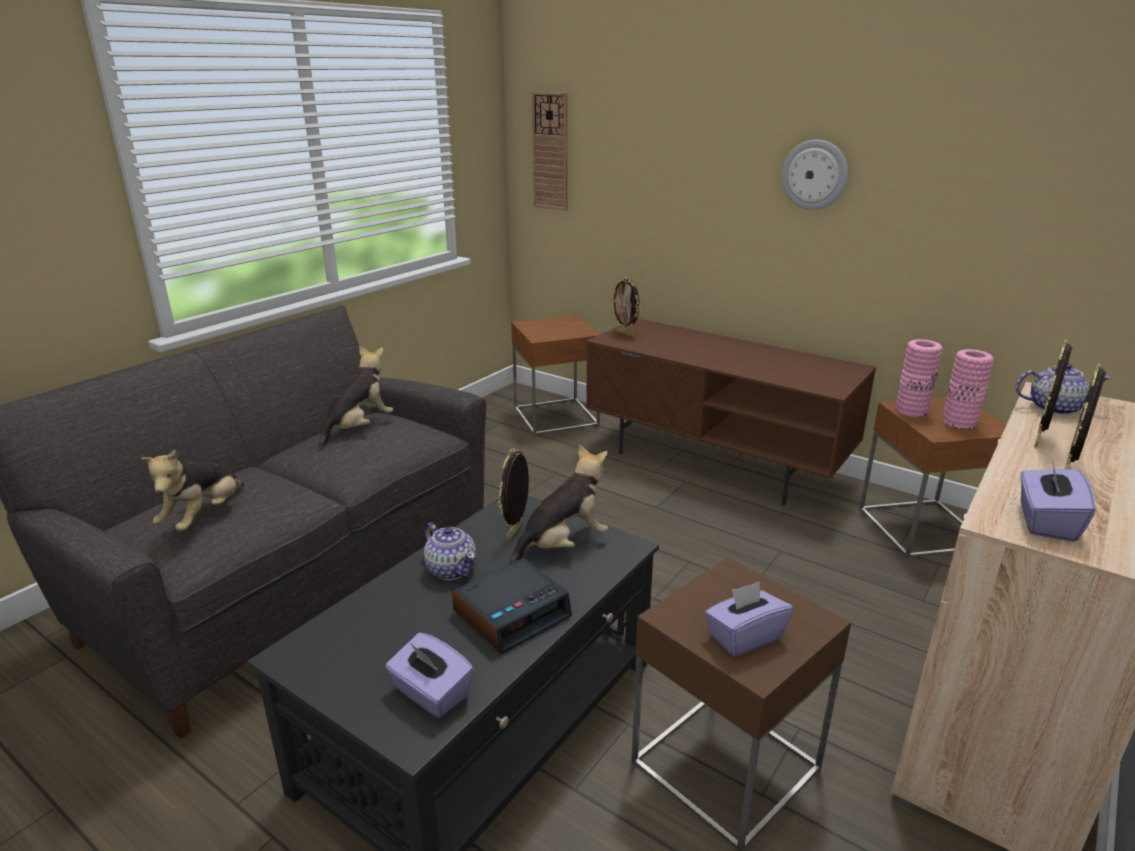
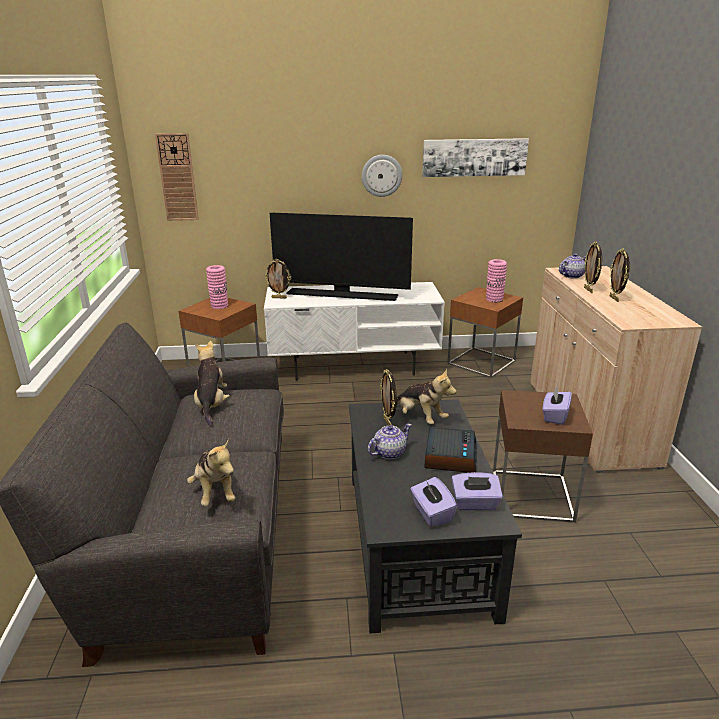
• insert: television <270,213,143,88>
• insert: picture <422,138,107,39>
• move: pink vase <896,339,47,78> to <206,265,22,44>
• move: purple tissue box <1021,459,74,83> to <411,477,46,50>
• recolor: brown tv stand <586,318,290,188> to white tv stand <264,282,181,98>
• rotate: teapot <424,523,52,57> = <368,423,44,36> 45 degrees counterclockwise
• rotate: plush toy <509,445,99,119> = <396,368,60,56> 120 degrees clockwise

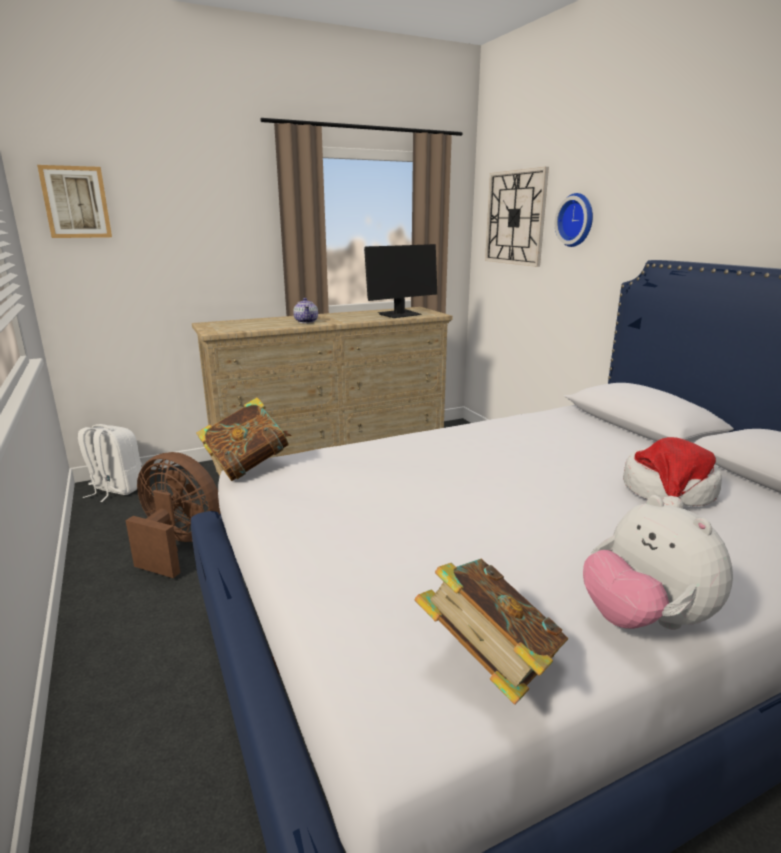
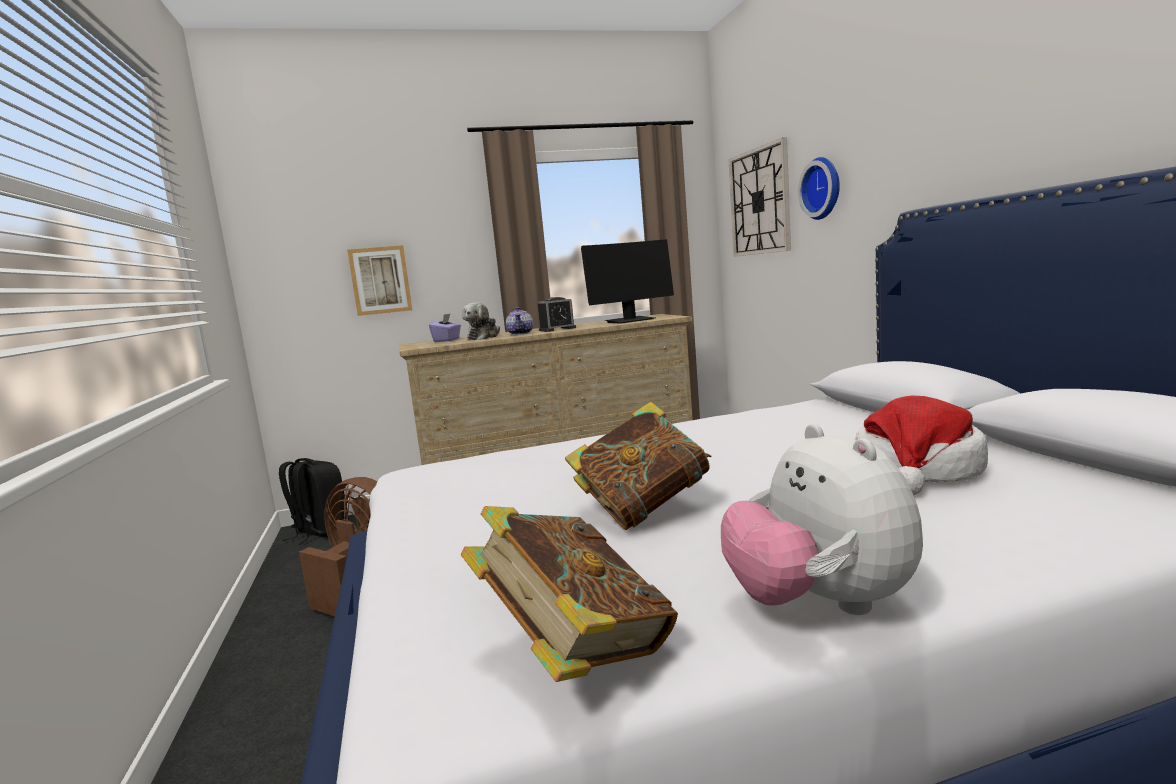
• insert: purple tissue box <429,314,32,28>
• insert: plush toy <462,302,38,38>
• insert: alarm clock <538,297,38,35>
• move: picture <37,165,75,73> to <347,245,65,71>
• move: book <196,397,96,84> to <565,402,146,128>
• recolor: white backpack <78,424,64,78> to black backpack <279,458,70,87>

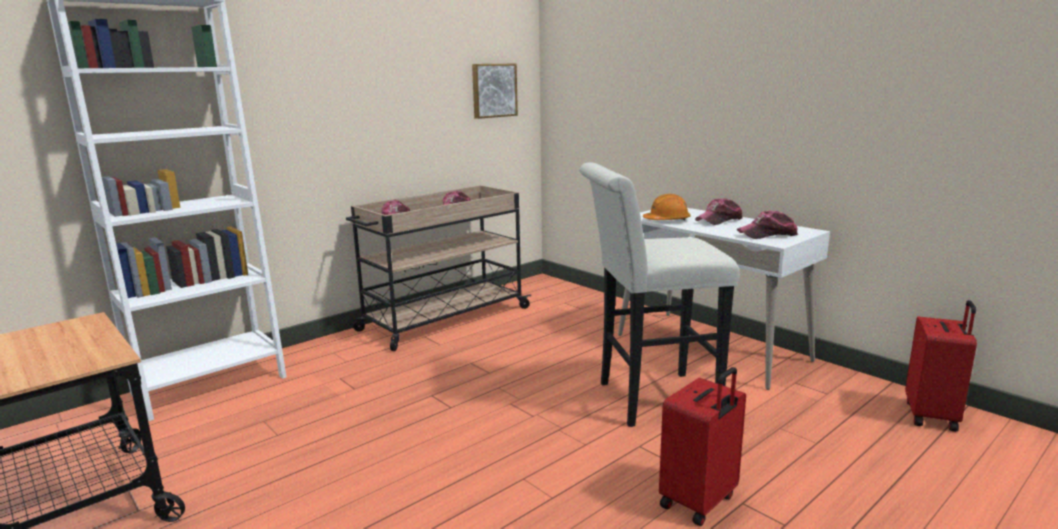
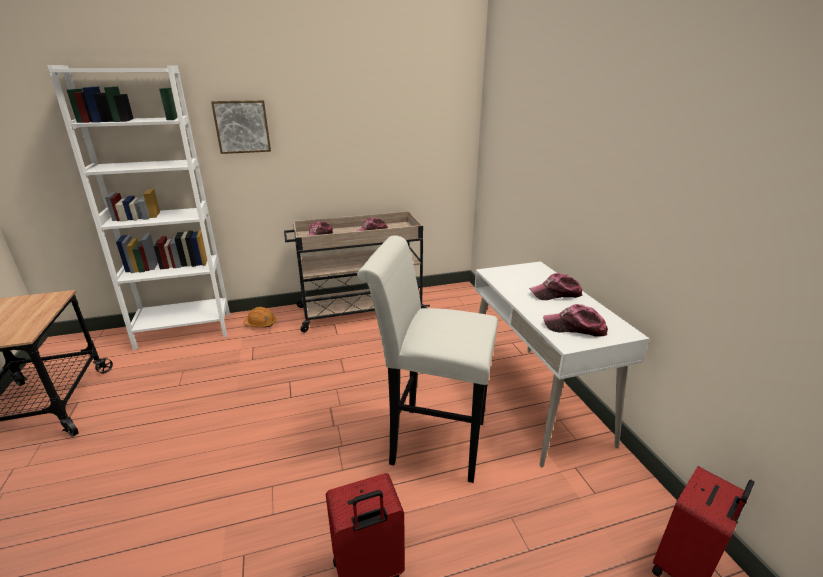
• move: picture <472,64,46,55> to <211,100,60,54>
• move: orange hard hat <643,194,48,26> to <243,307,33,20>

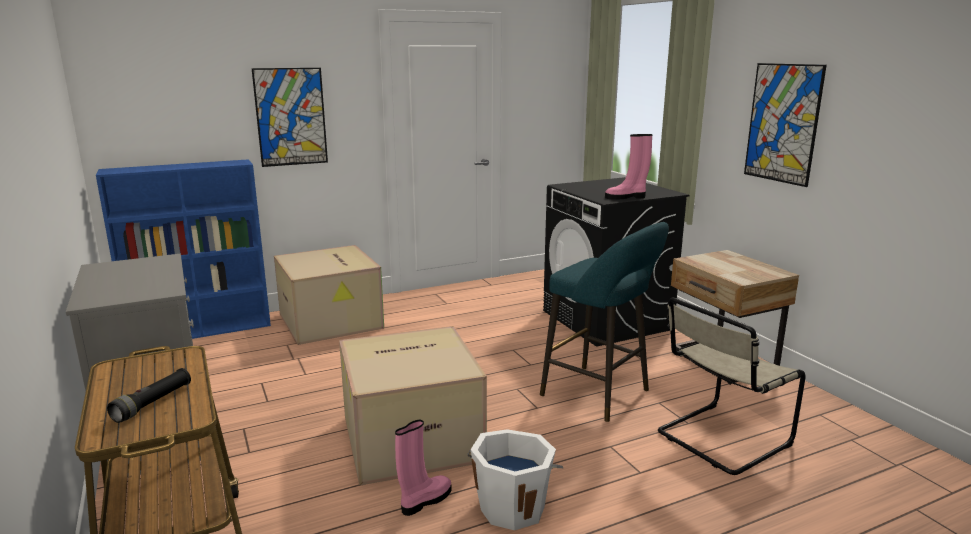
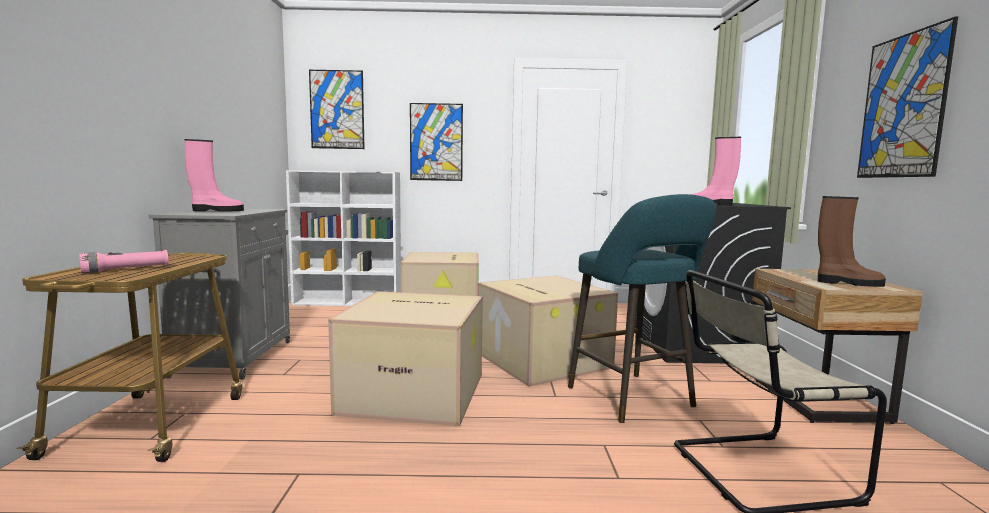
• delete: white bucket <468,429,95,101>
• insert: picture <309,70,56,79>
• insert: cardboard box <478,276,140,111>
• insert: brown boot <817,196,69,91>
• move: pink boot <395,420,56,96> to <184,139,60,72>
• recolor: blue bookcase <96,159,175,180> to white bookcase <286,170,115,136>
• recolor: black flashlight <107,368,84,55> to pink flashlight <79,250,90,23>

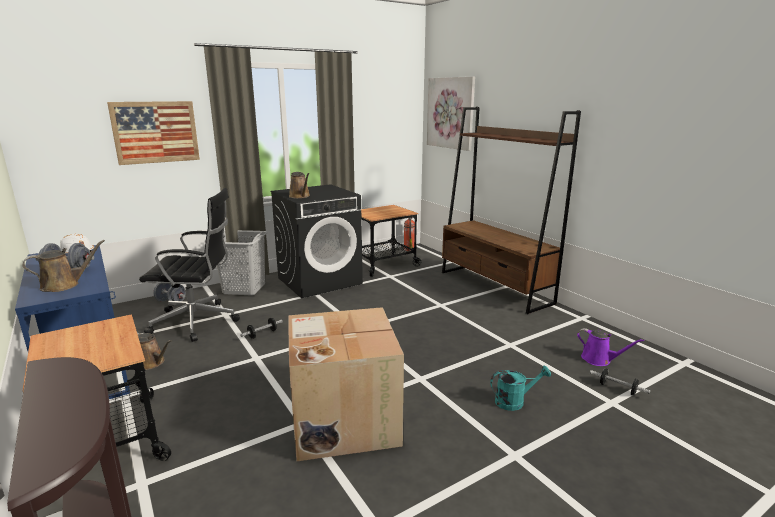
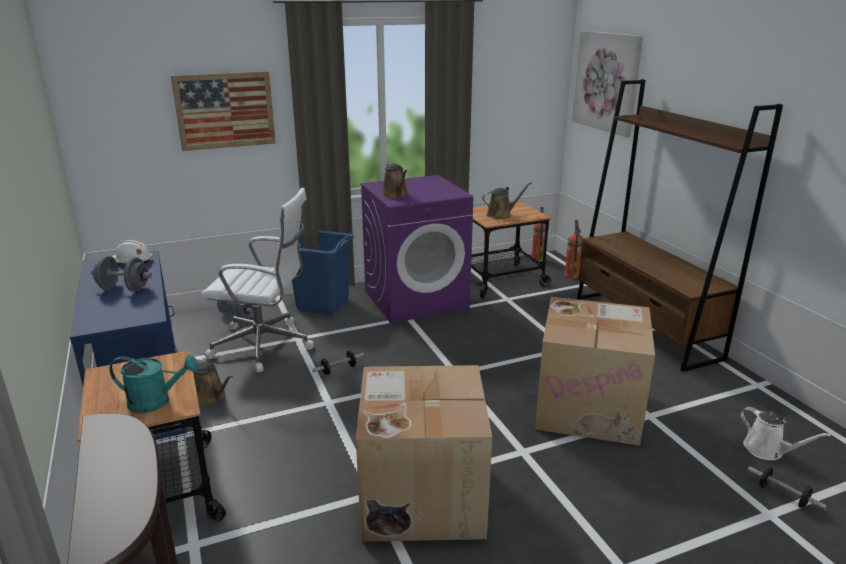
• insert: cardboard box <535,297,120,149>
• insert: fire extinguisher <565,220,18,58>
• move: brown watering can <23,240,82,52> to <482,182,50,37>
• move: turquoise watering can <490,365,61,46> to <110,355,89,58>
• recolor: black office chair <139,188,101,154> to white office chair <201,188,113,185>
• recolor: grey laundry basket <217,230,51,66> to blue laundry basket <292,231,62,83>
• recolor: black washing machine <271,184,92,115> to purple washing machine <360,175,113,148>
• recolor: purple watering can <577,328,67,38> to white watering can <740,407,91,53>

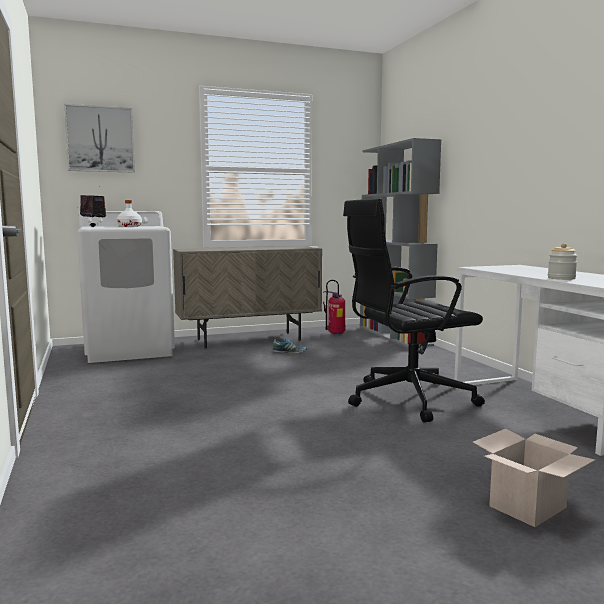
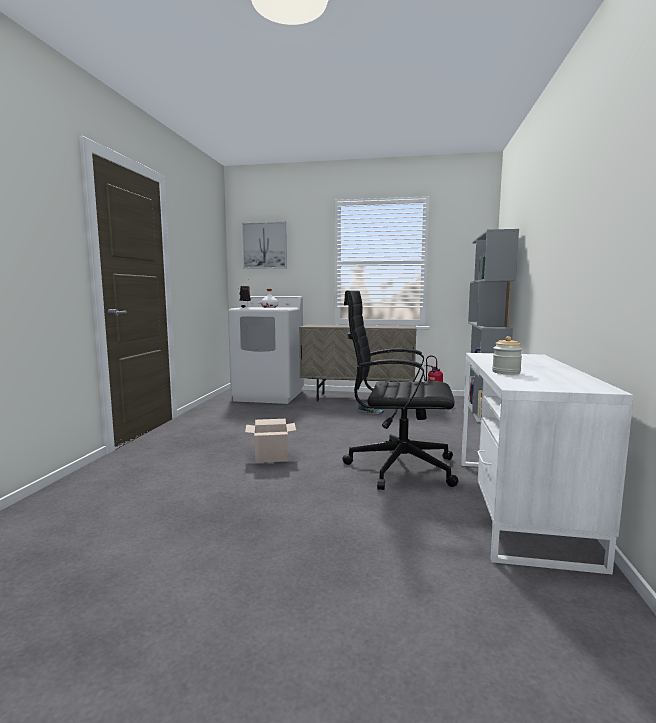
• move: cardboard box <473,429,122,98> to <245,419,51,44>

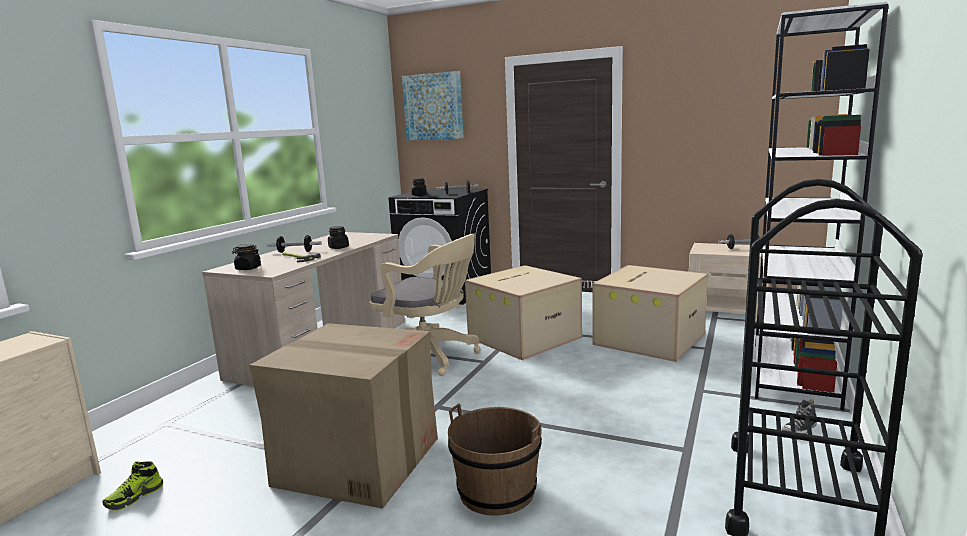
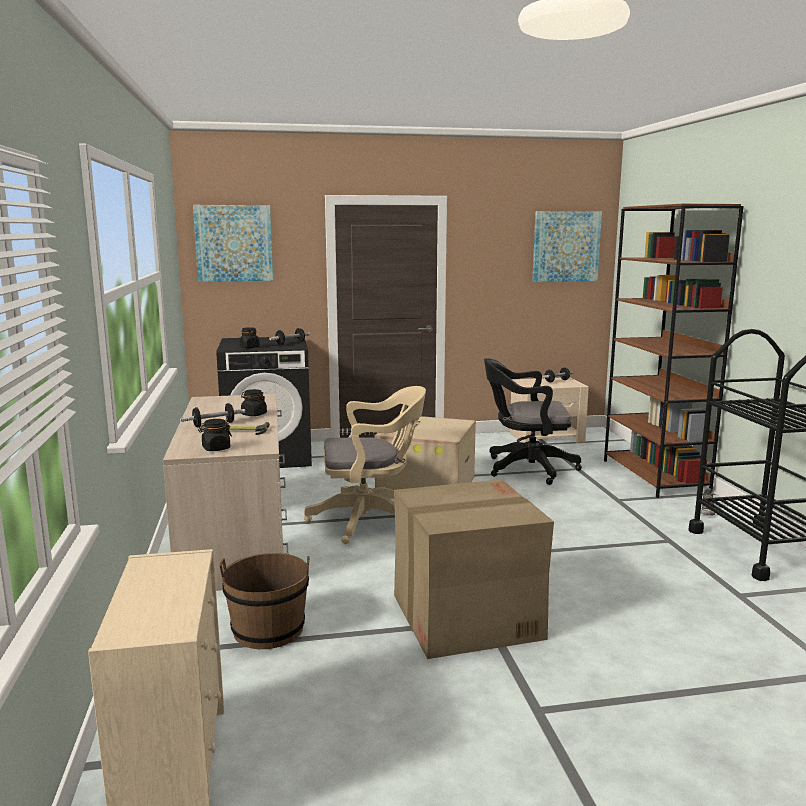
• delete: shoe <102,461,61,50>
• insert: picture <532,211,70,71>
• move: brown bucket <448,404,94,112> to <220,553,90,96>
• replace: cardboard box <592,265,116,97> to black office chair <484,358,98,127>
• recolor: white bookcase <755,2,134,409> to brown bookcase <604,204,140,294>

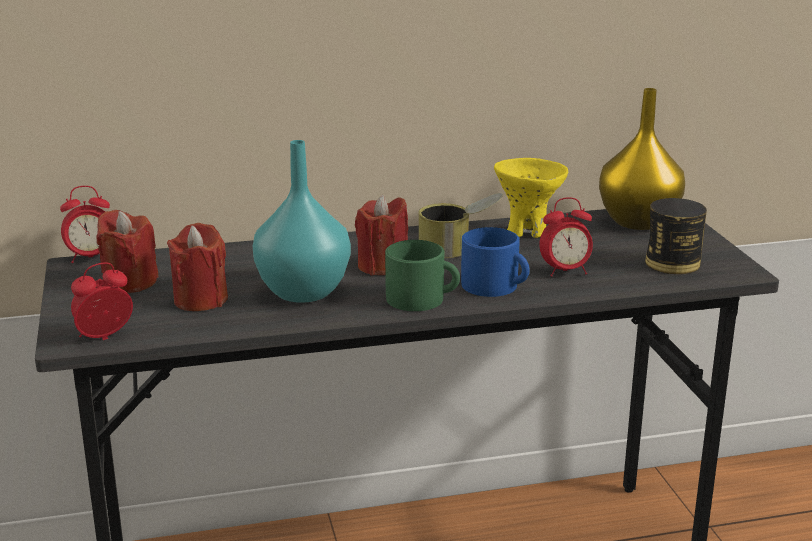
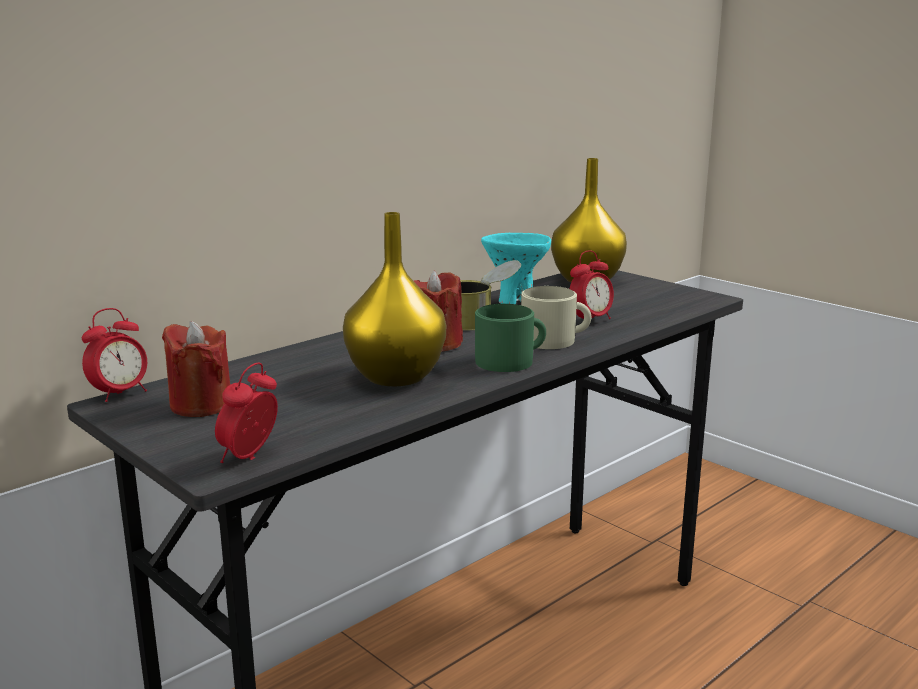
• delete: red candle <167,223,61,88>
• delete: can <645,198,62,76>
• recolor: turquoise vase <253,140,98,163> to yellow vase <343,212,103,175>
• recolor: blue mug <461,227,69,70> to beige mug <521,286,70,63>
• recolor: yellow bowl <494,158,74,80> to turquoise bowl <481,233,70,71>

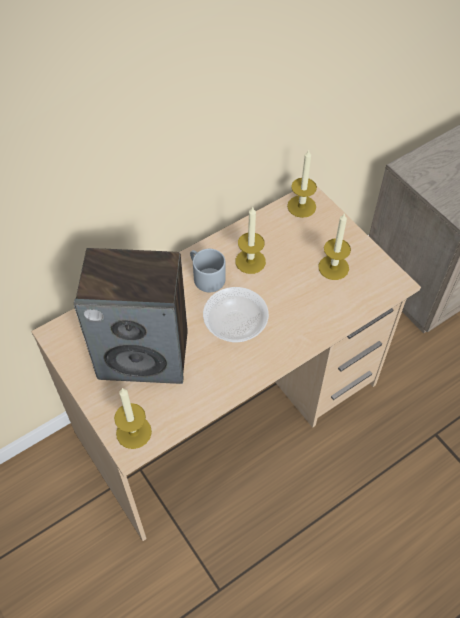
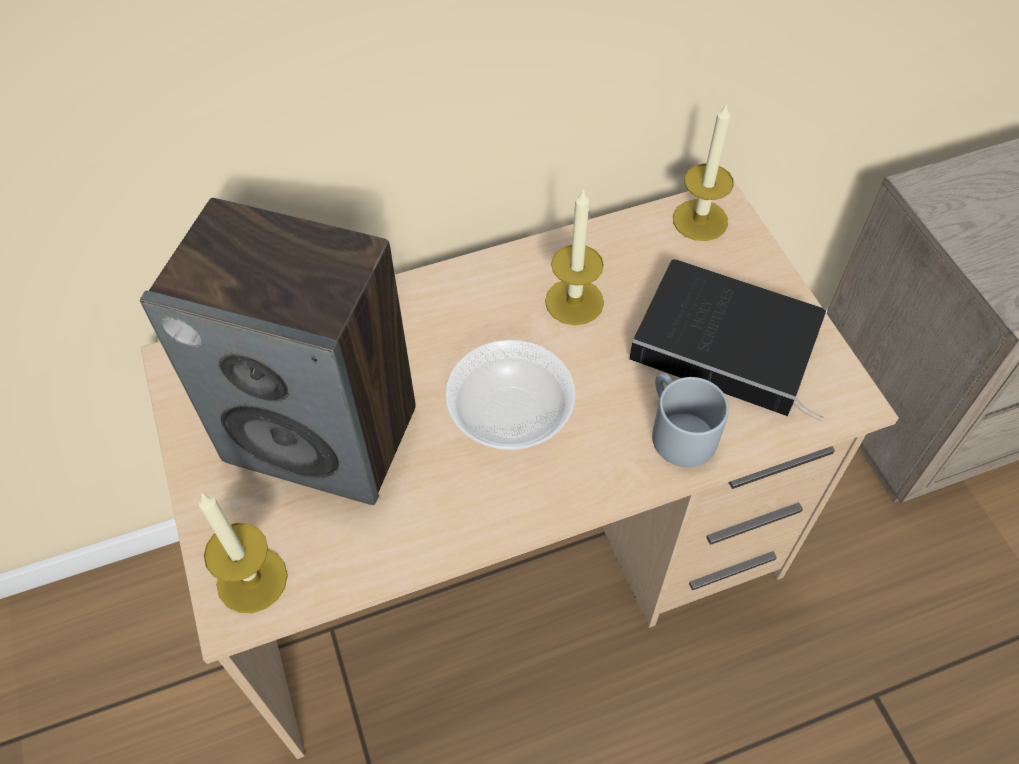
• move: grey mug <190,249,36,43> to <652,373,77,94>
• replace: candle <318,213,33,67> to book <629,259,197,163>

